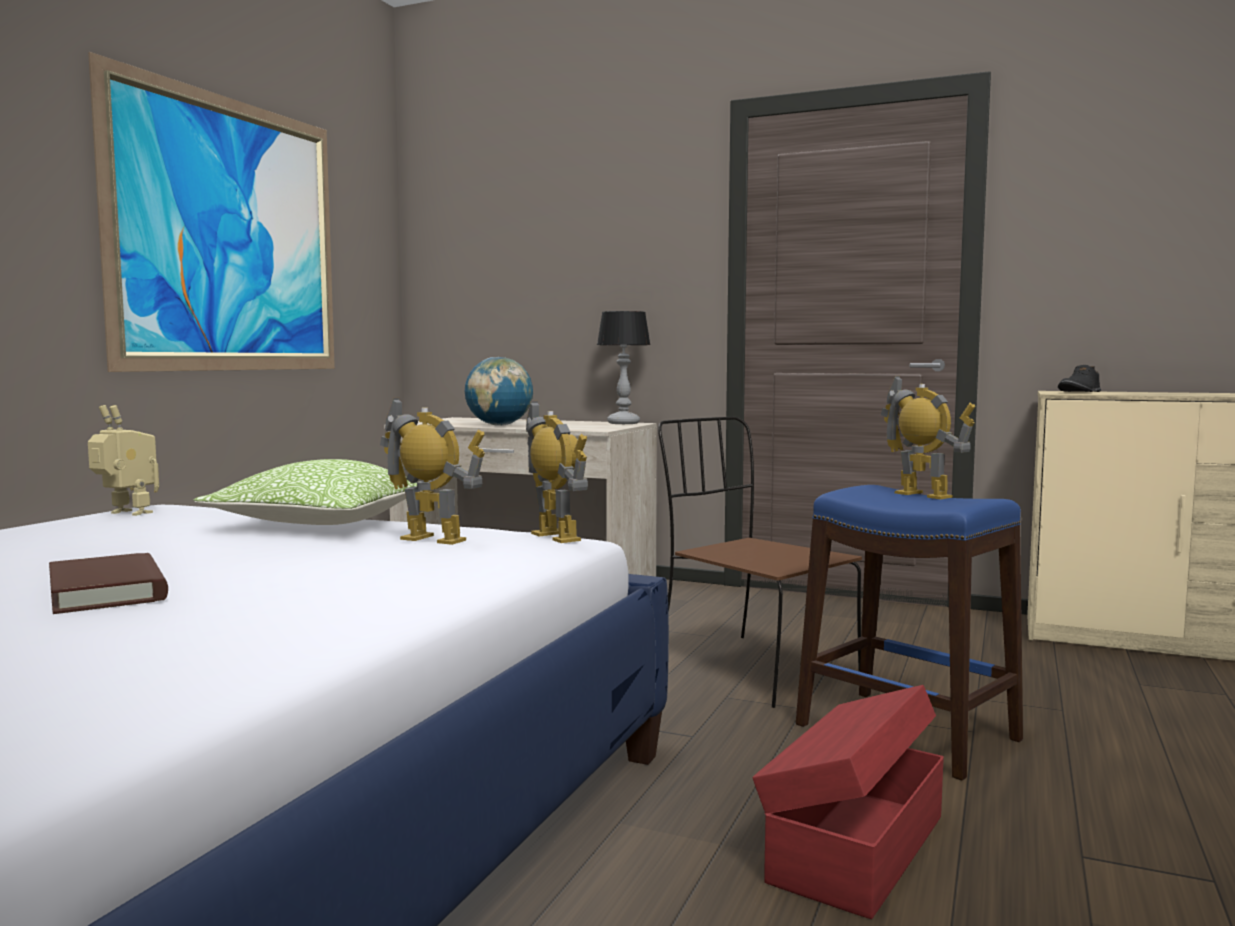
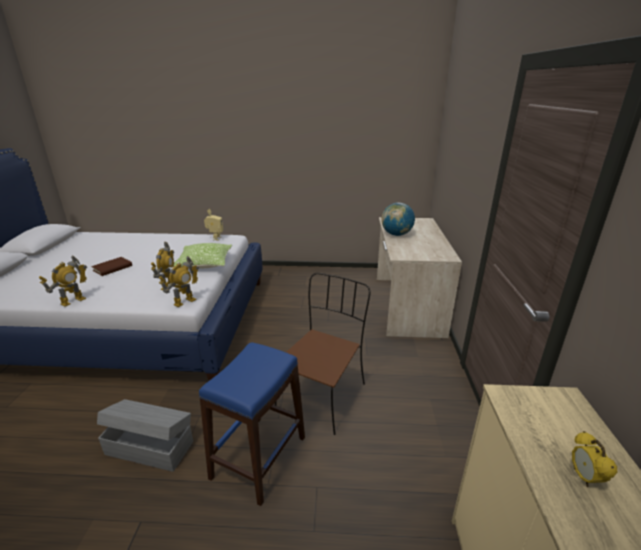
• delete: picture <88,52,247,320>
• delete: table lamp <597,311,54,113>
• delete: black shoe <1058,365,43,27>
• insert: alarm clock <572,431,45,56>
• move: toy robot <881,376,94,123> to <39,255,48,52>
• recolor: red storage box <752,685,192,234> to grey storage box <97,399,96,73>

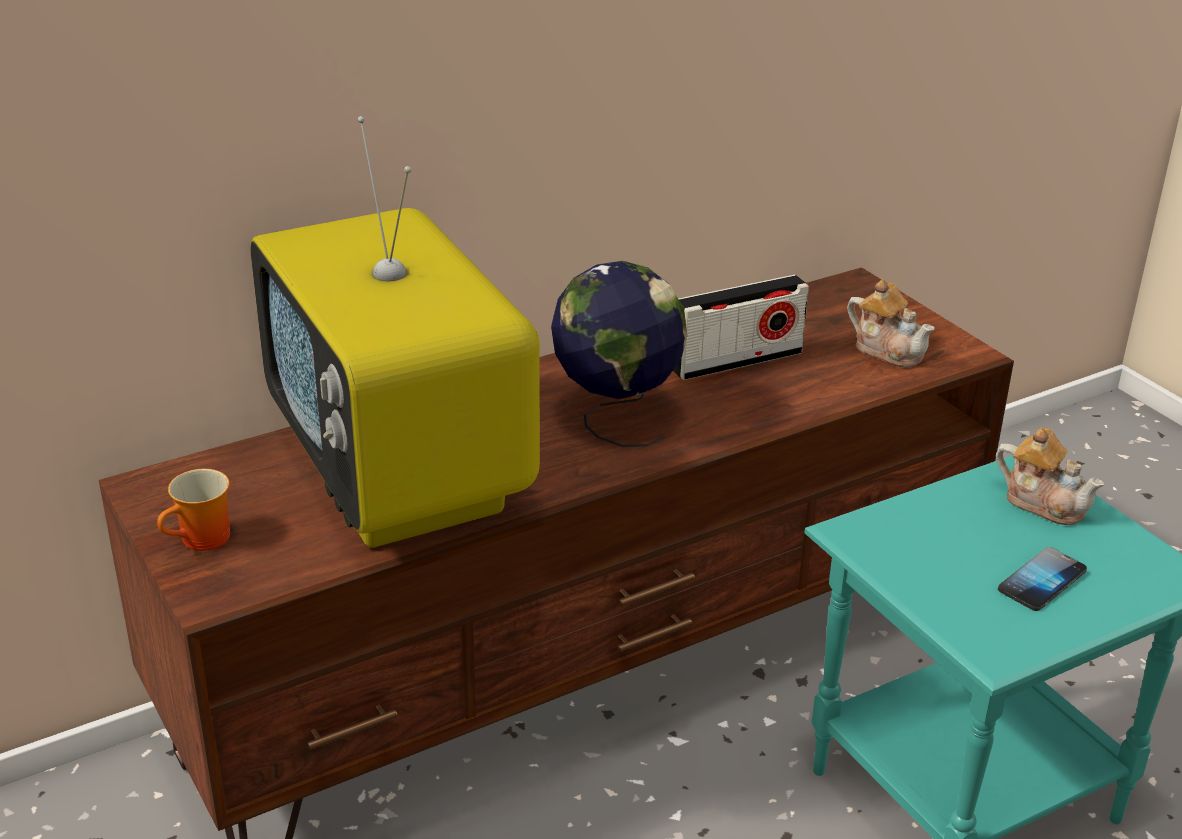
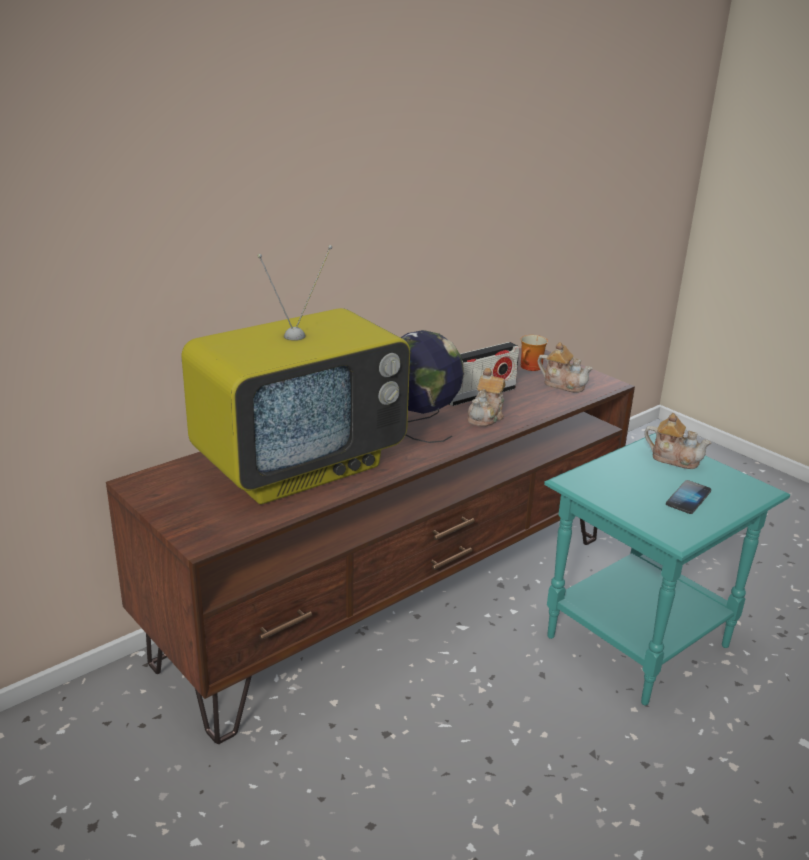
• insert: teapot <467,368,39,59>
• move: mug <157,469,73,82> to <521,335,27,36>
• rotate: television <250,116,290,432> = <182,245,228,259> 90 degrees counterclockwise

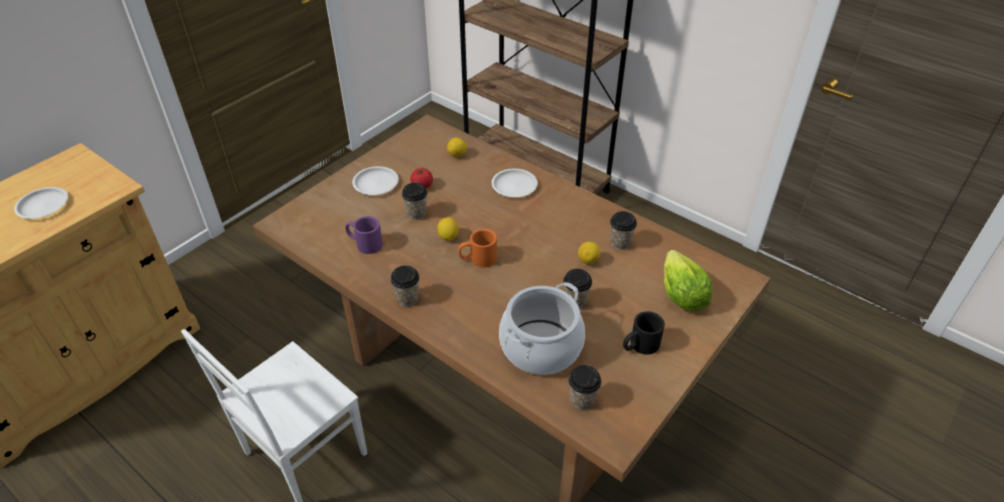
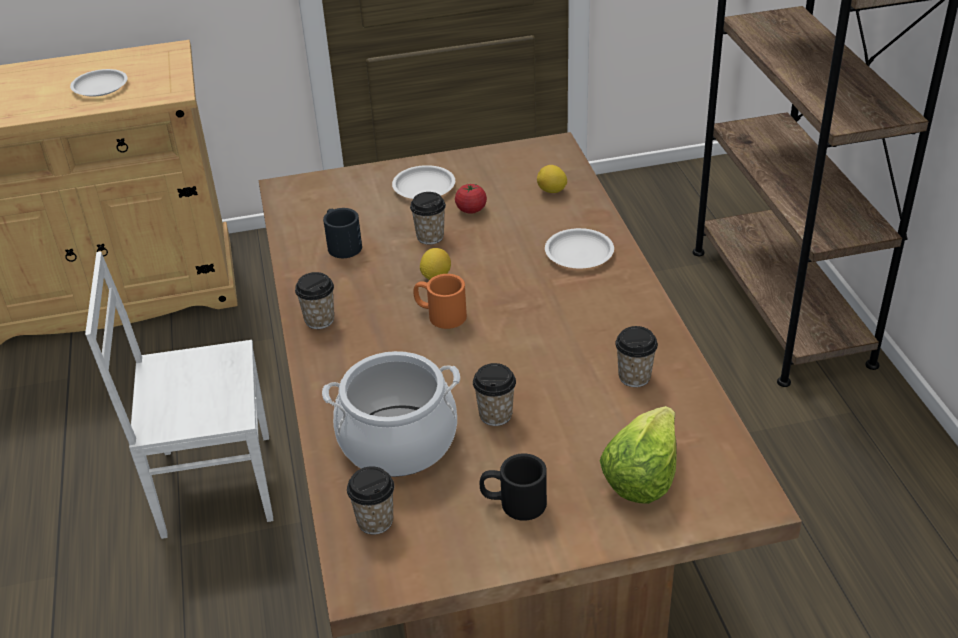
• delete: lemon <578,242,23,22>
• recolor: purple mug <345,216,38,38> to black mug <323,208,39,50>

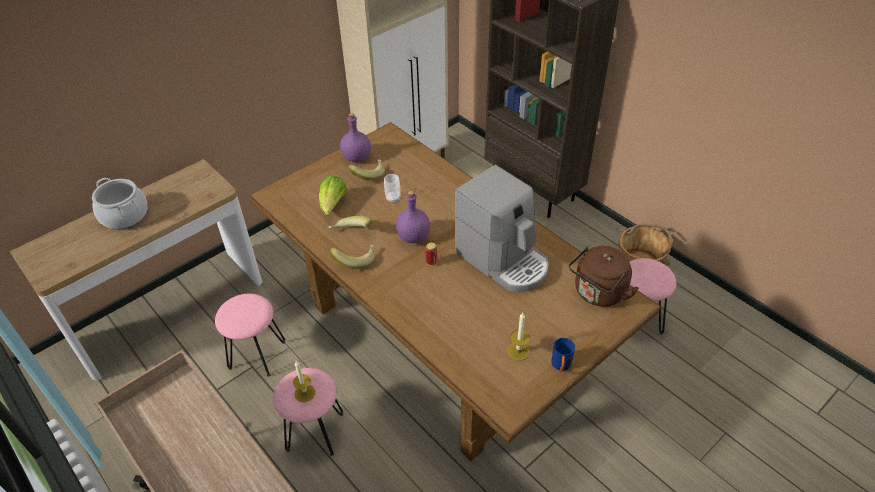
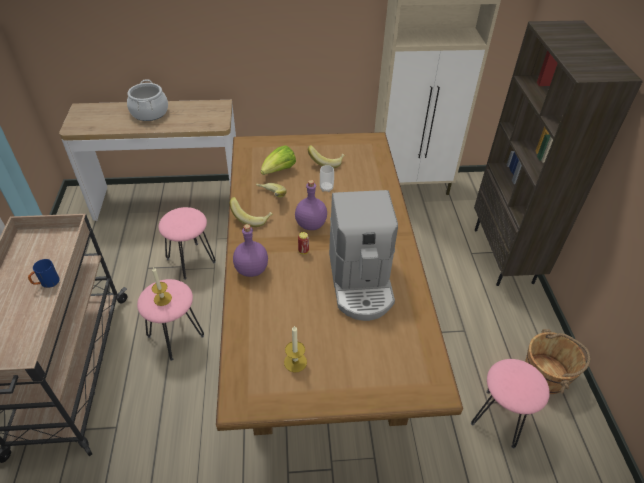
• delete: brown kettle <569,246,70,61>
• move: purple bottle <340,113,31,49> to <233,224,35,53>
• move: blue mug <551,338,24,34> to <28,259,32,29>

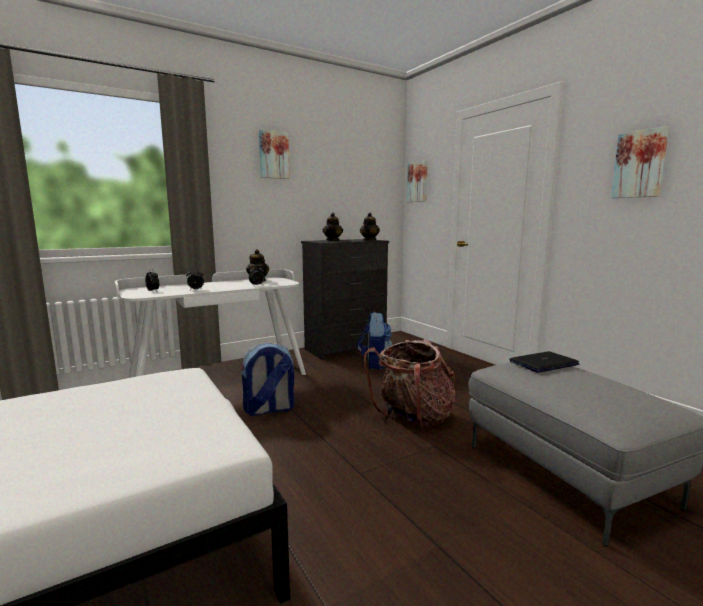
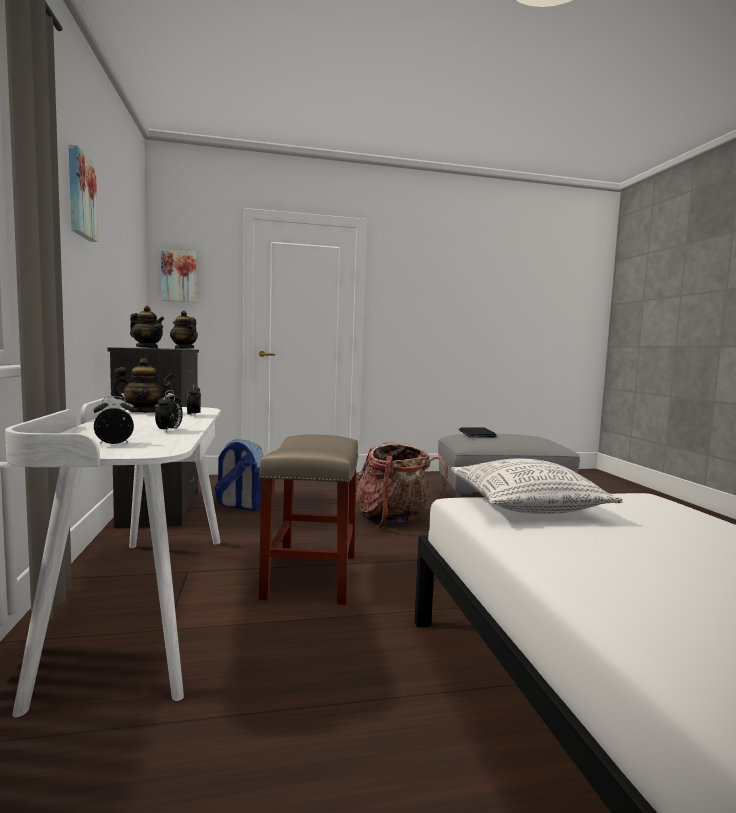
• delete: picture <611,126,58,72>
• insert: pillow <451,458,172,56>
• replace: backpack <241,343,53,73> to beige stool <259,434,100,171>

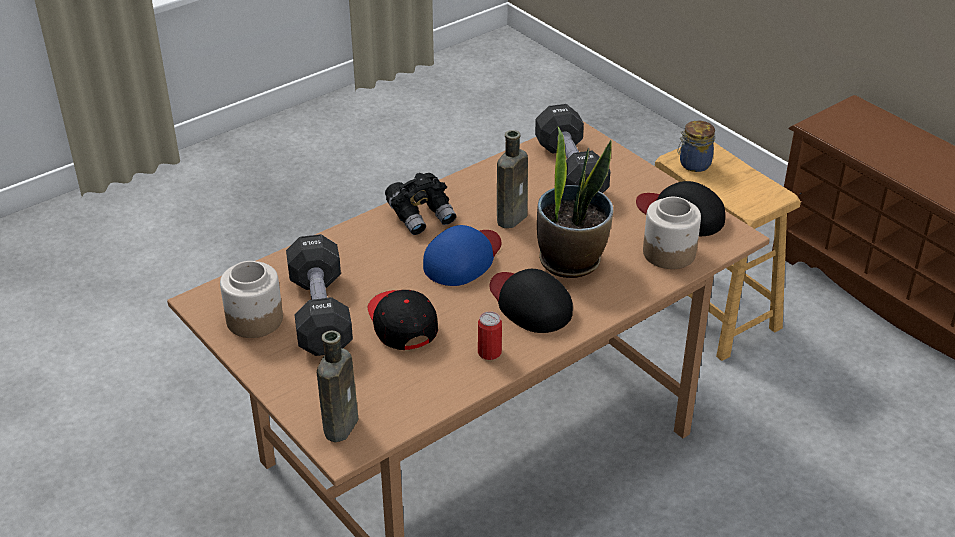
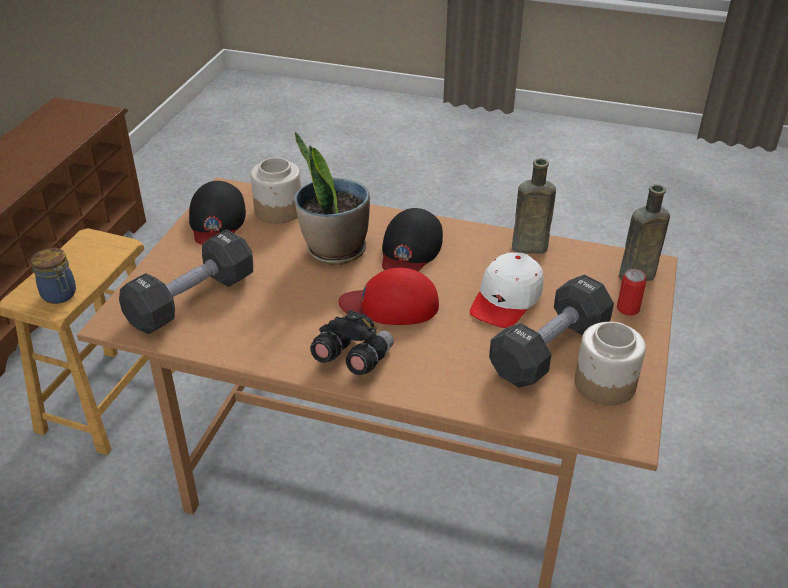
• move: can <478,311,24,49> to <617,269,29,47>
• move: brown bottle <497,130,31,98> to <512,158,44,96>
• recolor: black cap <368,290,70,60> to white cap <470,252,74,76>
• recolor: blue cap <423,225,78,61> to red cap <338,268,101,57>

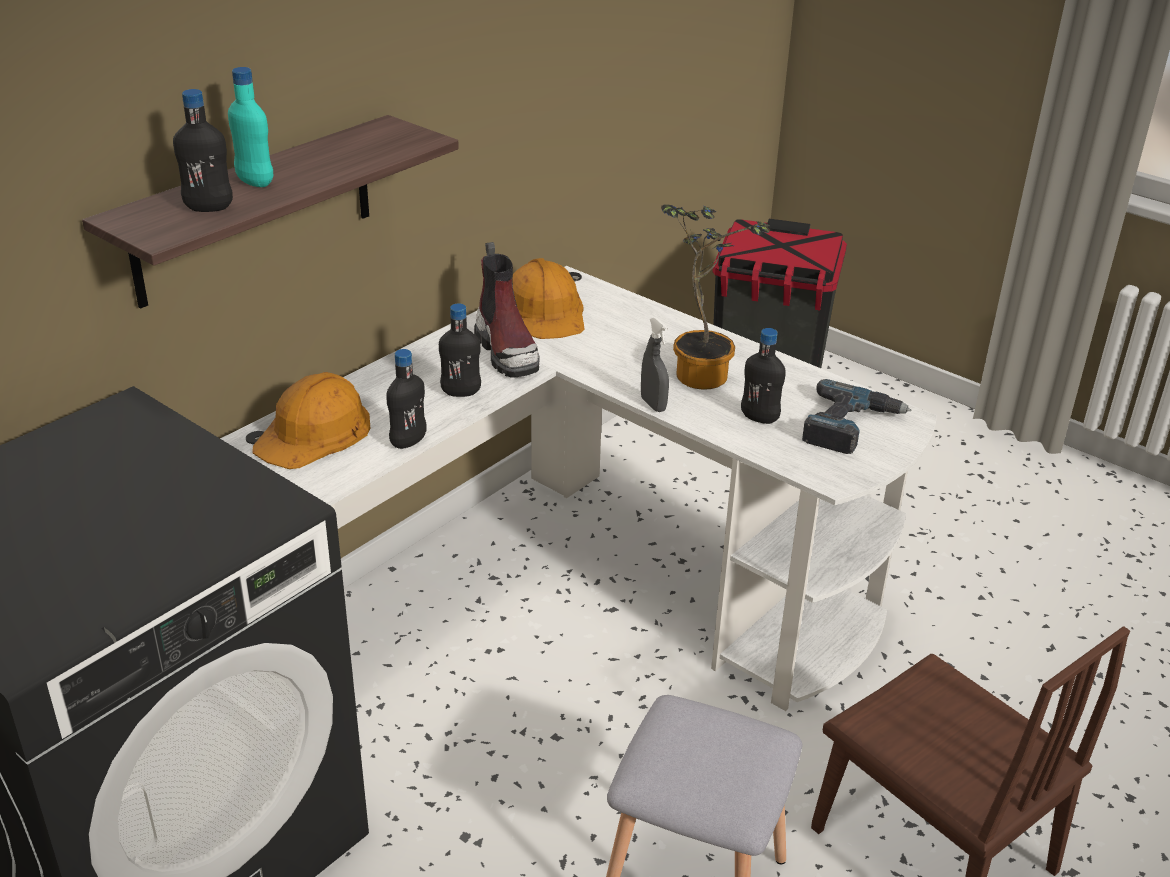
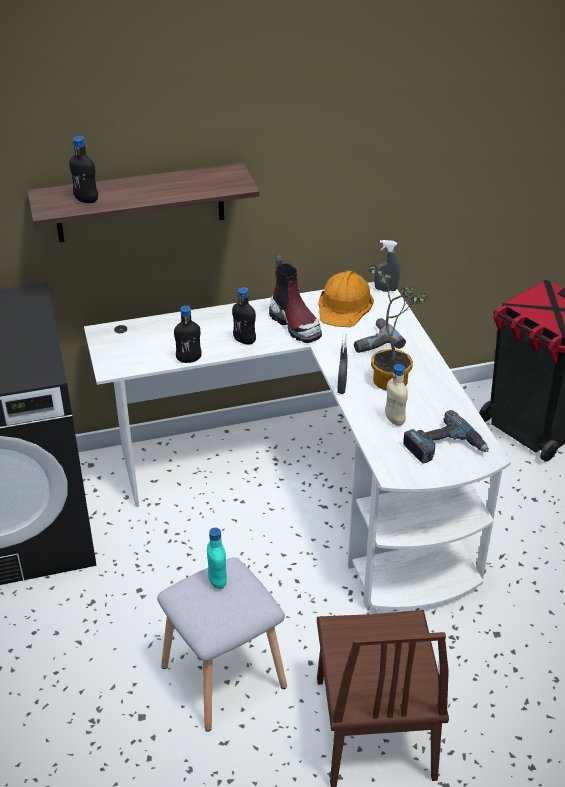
• delete: orange hard hat <252,372,118,97>
• insert: power drill <354,318,52,35>
• insert: grey spray bottle <374,240,26,51>
• move: turquoise bottle <228,67,45,120> to <207,528,20,61>
• recolor: black bottle <741,328,45,96> to beige bottle <385,364,23,62>
• rotate: boot <474,242,66,136> = <269,256,53,87> 45 degrees counterclockwise

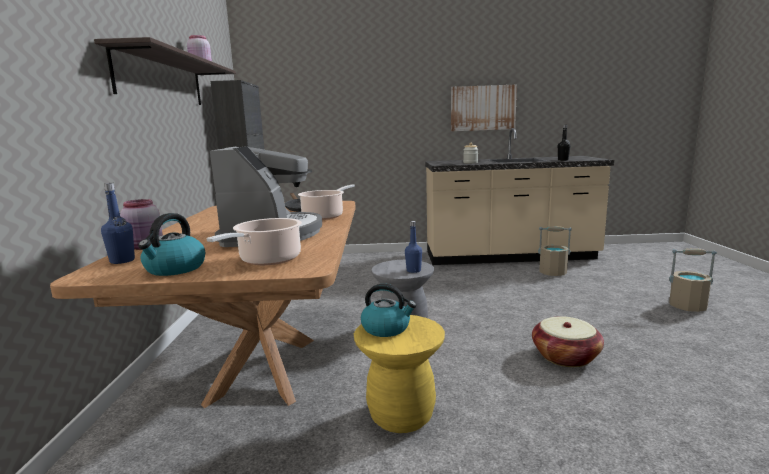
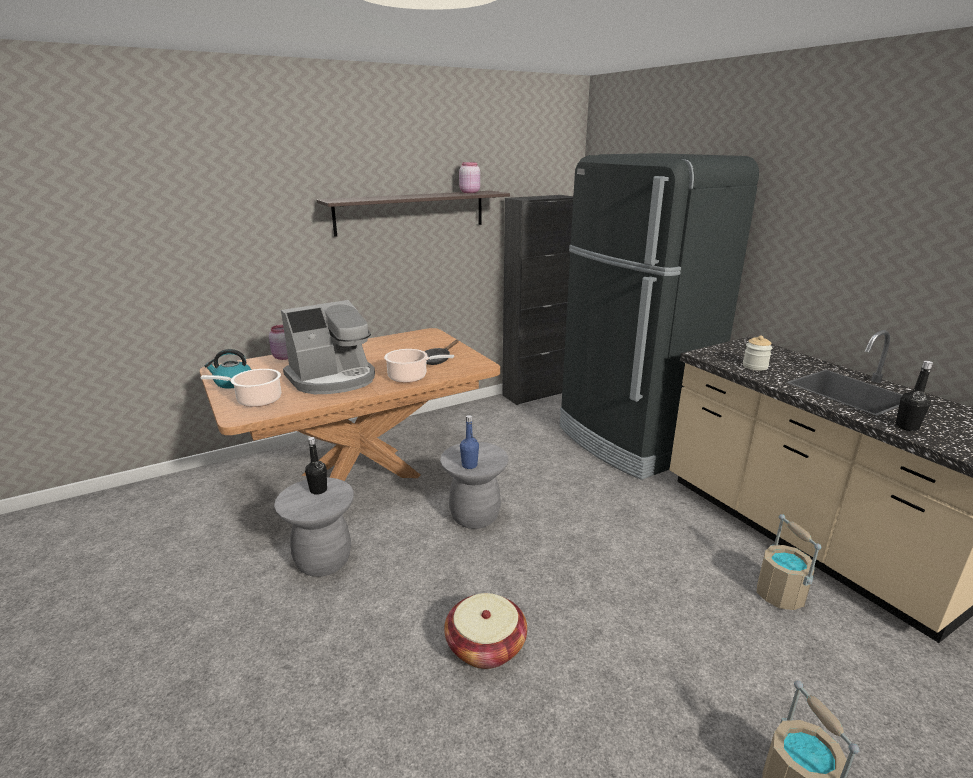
• delete: blue bottle <101,183,34,81>
• delete: picture <451,85,66,46>
• insert: black fridge <560,153,199,327>
• replace: kettle <361,284,55,53> to black bottle <305,437,22,58>
• recolor: yellow stool <354,315,91,118> to grey stool <274,477,80,100>

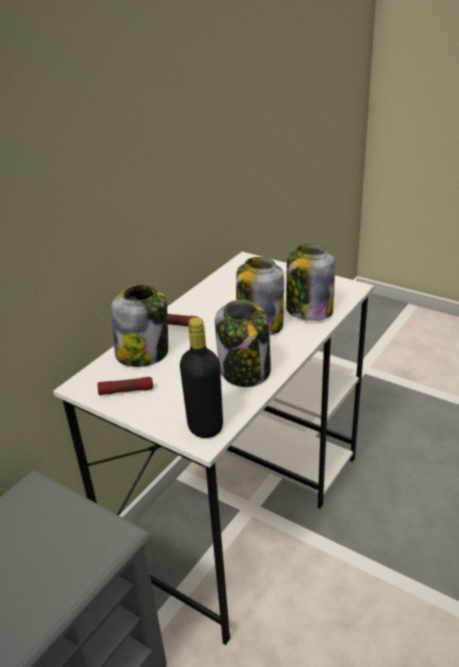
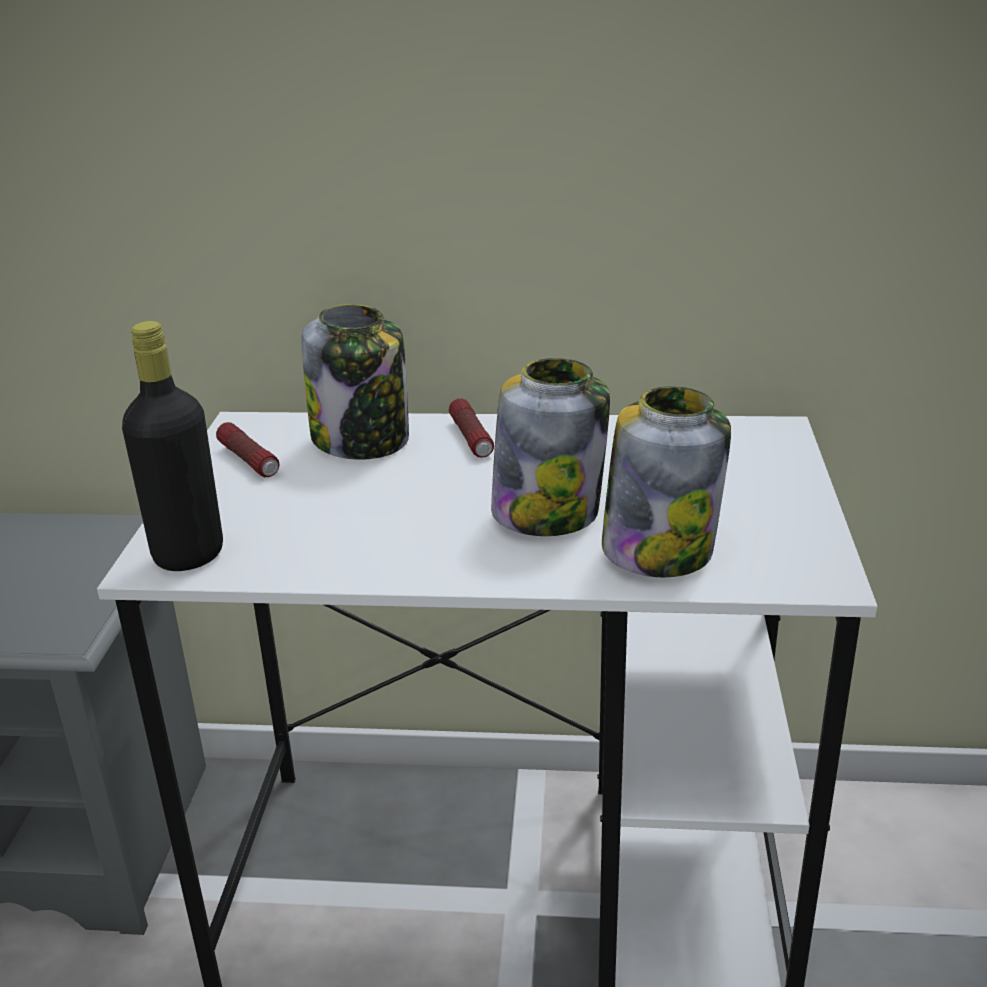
• delete: jar <215,300,56,87>

